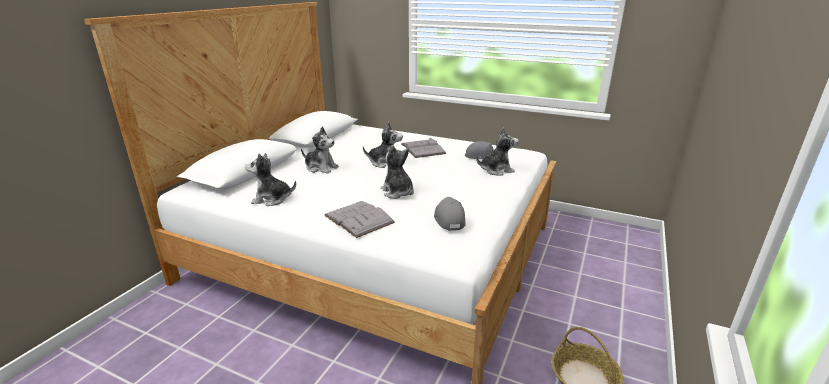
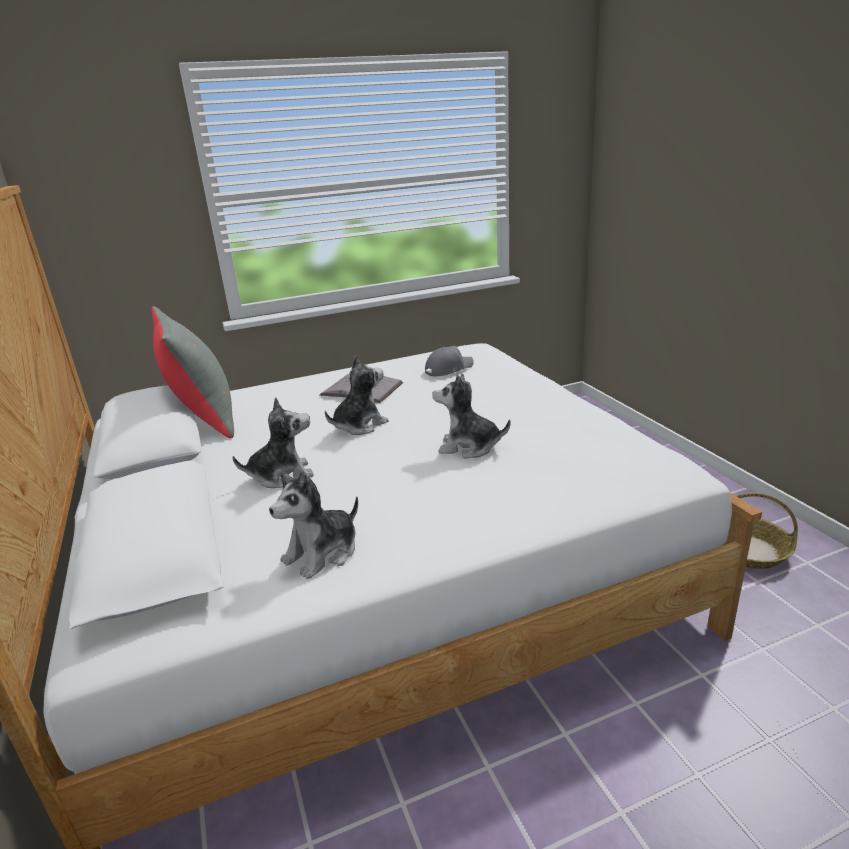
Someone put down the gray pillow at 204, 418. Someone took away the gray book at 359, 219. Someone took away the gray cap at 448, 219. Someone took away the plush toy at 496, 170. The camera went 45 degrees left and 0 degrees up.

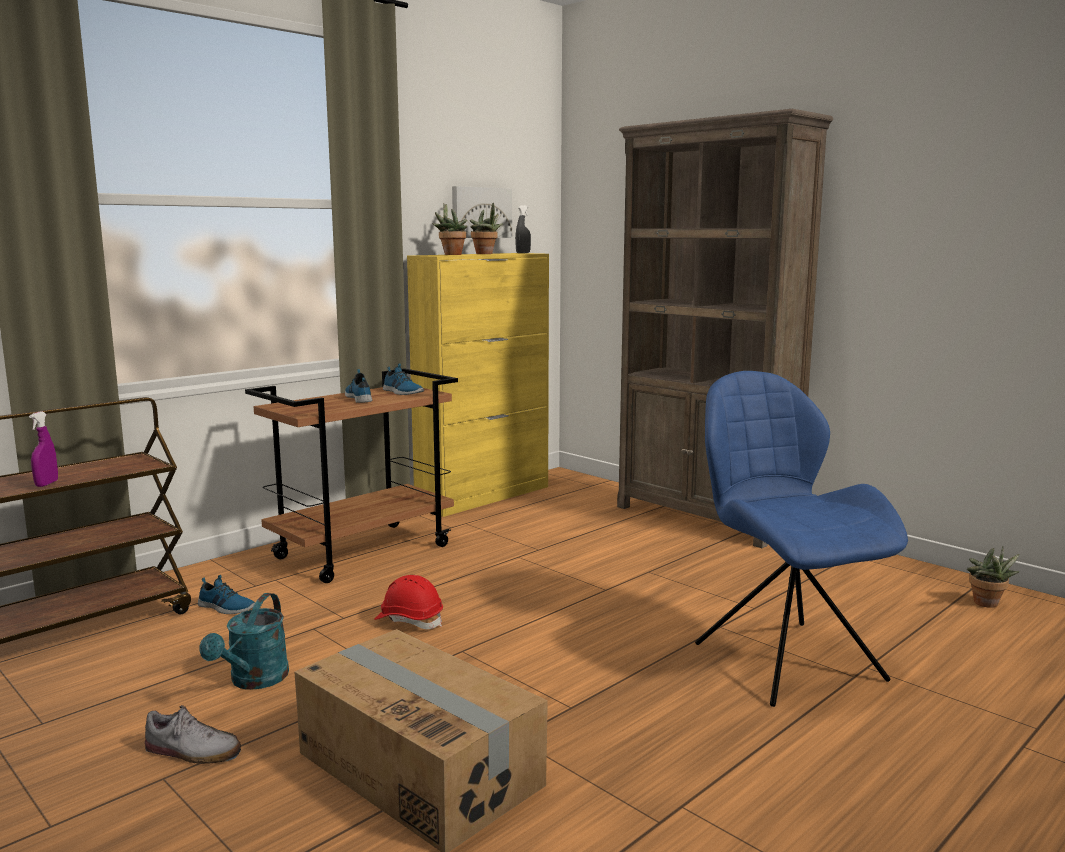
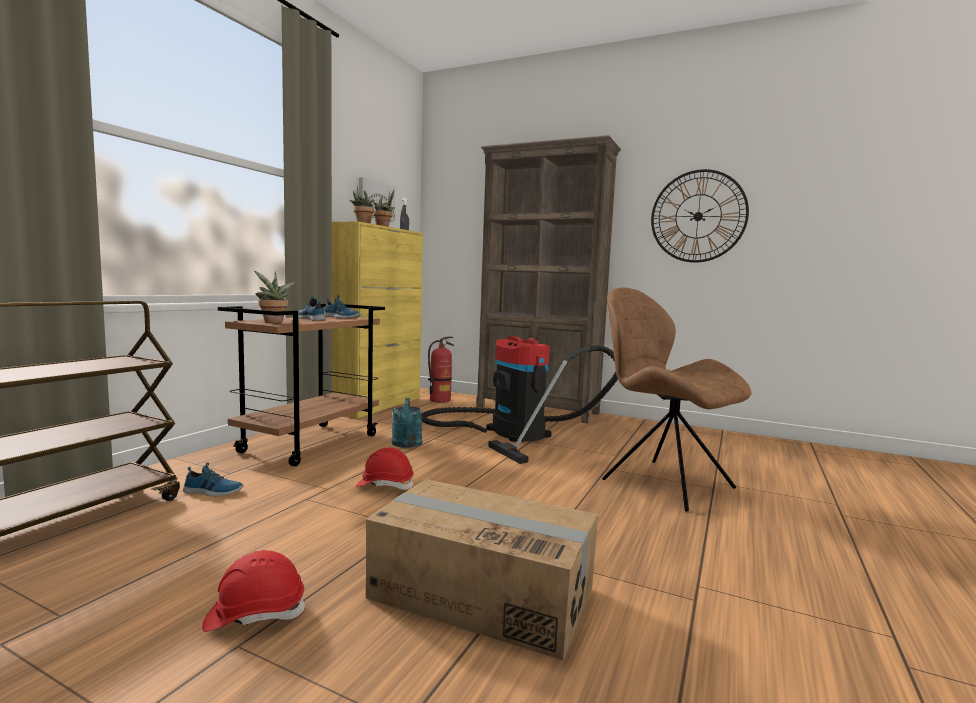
Someone swapped the item of footwear at 192, 751 for the red hard hat at 255, 614. Someone carried the potted plant from 987, 604 to 273, 322. Someone carried the turquoise-coloured watering can from 254, 681 to 407, 444. Someone put down the vacuum cleaner at 512, 431. Someone put down the fire-fighting cylinder at 440, 400. Someone repainted the blue chair at 784, 658, which became the brown chair at 663, 482. Someone put up the wall clock at 698, 216. Someone took away the purple-coloured hand sprayer at 46, 484. The camera went 20 degrees left and 5 degrees down.

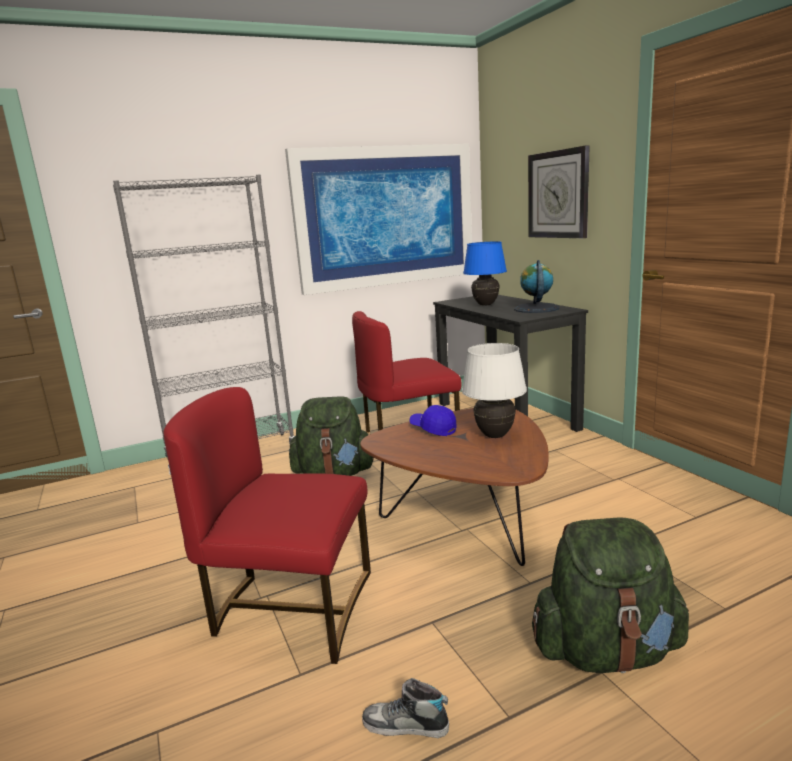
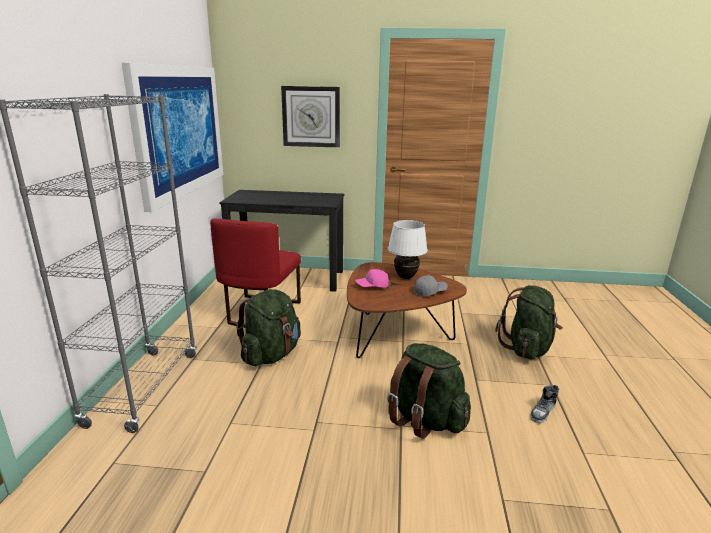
Someone repainted the blue cap at 433, 429, which became the pink cap at 372, 286. Someone swapped the red chair at 291, 609 for the green-coloured rucksack at 425, 419. Someone put down the gray cap at 430, 292. Someone took away the blue lamp for a table at 486, 305. Someone took away the desk globe at 536, 308. The camera went 60 degrees left and 5 degrees up.

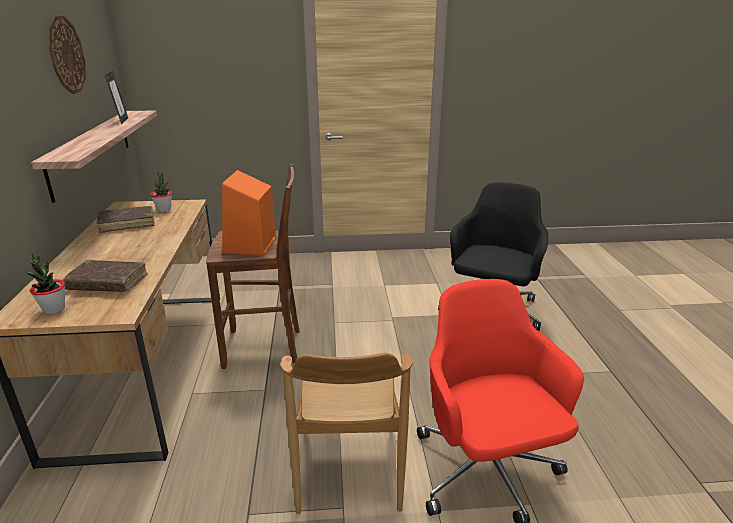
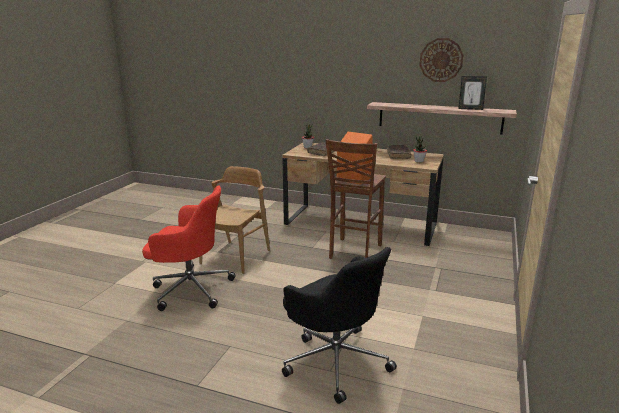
Someone rotated the brown chair at 348, 467 by 90 degrees clockwise. The camera went 115 degrees right and 5 degrees down.

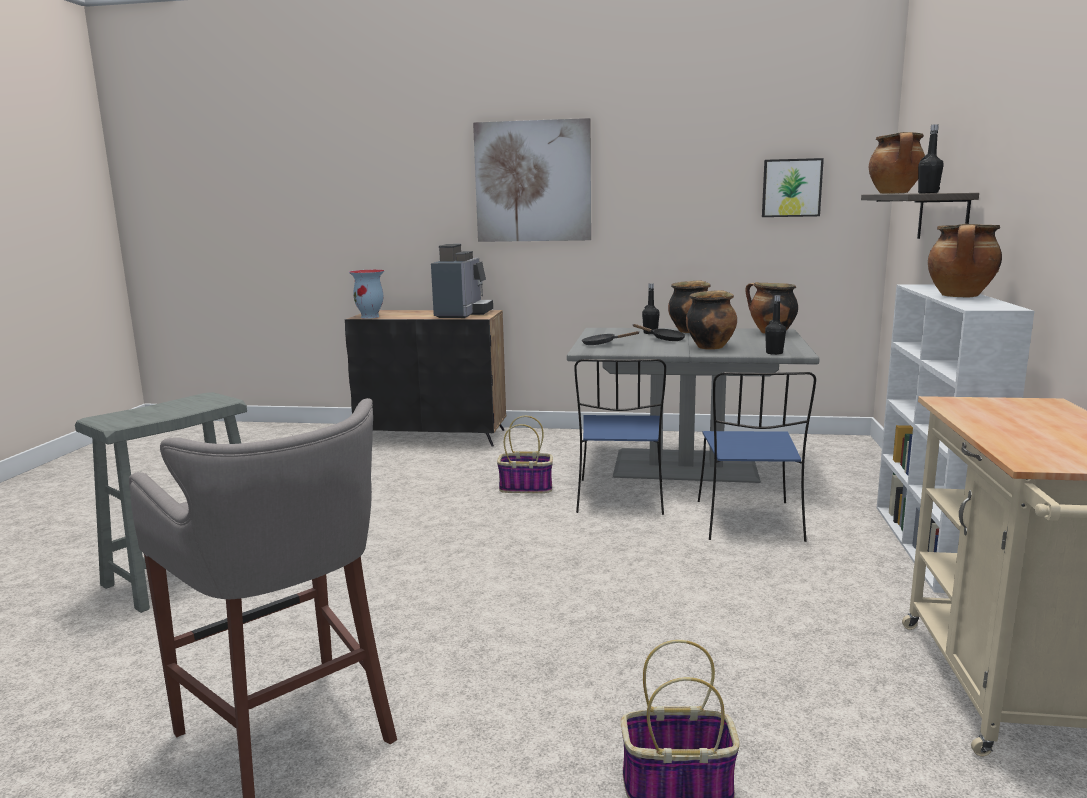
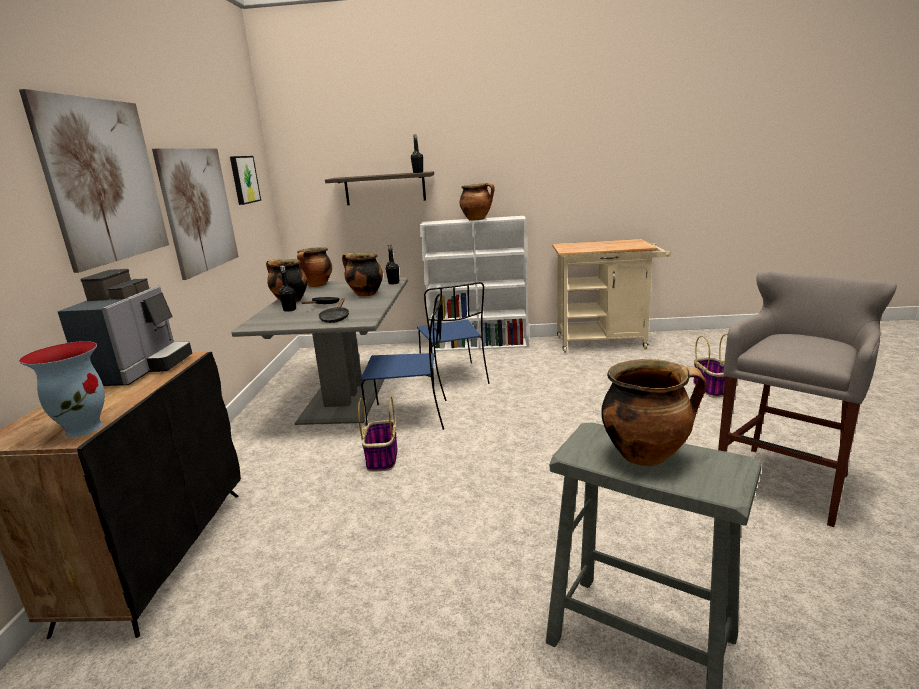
Someone rotated the coffee brewer at 463, 314 by 90 degrees clockwise. Someone put up the wall art at 199, 210. Someone rotated the blue chair at 749, 522 by 75 degrees clockwise. Someone carried the saucepot from 895, 193 to 646, 455. The camera went 95 degrees left and 5 degrees up.

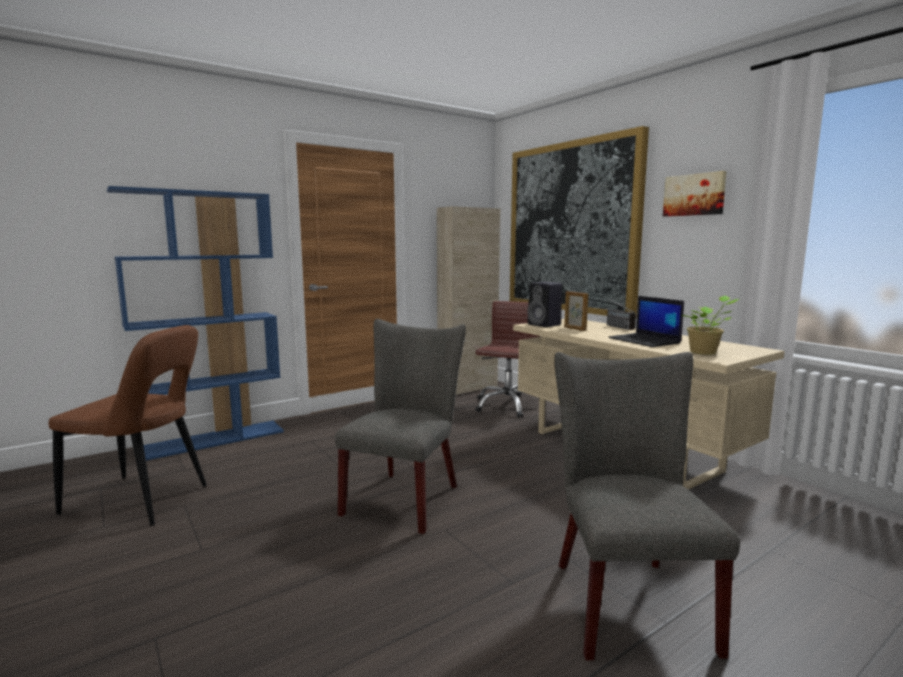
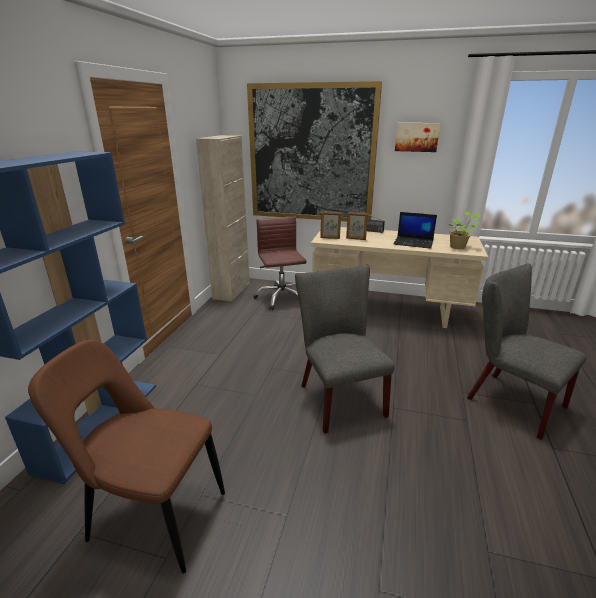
Someone rotated the brown chair at 142, 500 by 135 degrees counterclockwise. Someone swapped the blackish audio speaker at 545, 325 for the picture frame at 330, 238. The camera went 40 degrees left and 15 degrees up.

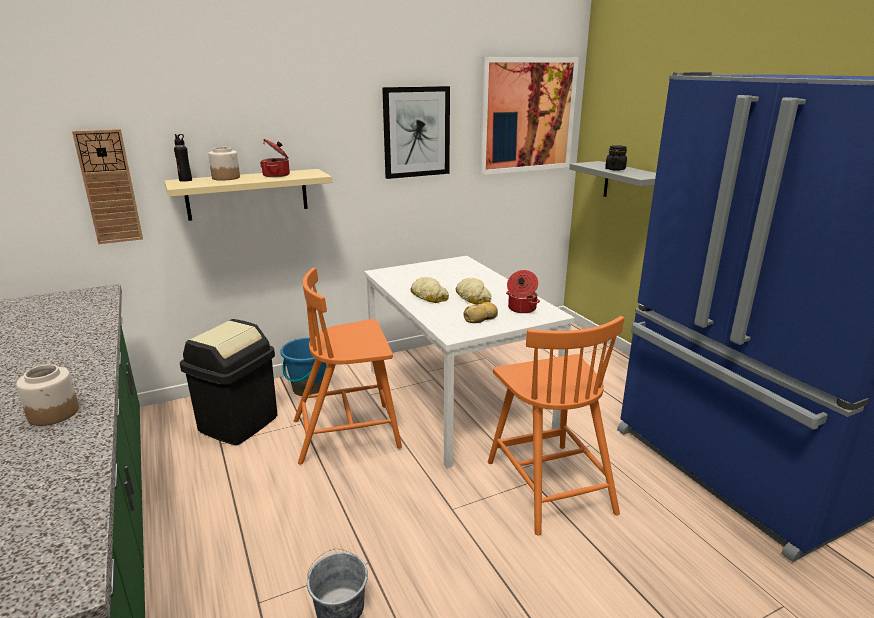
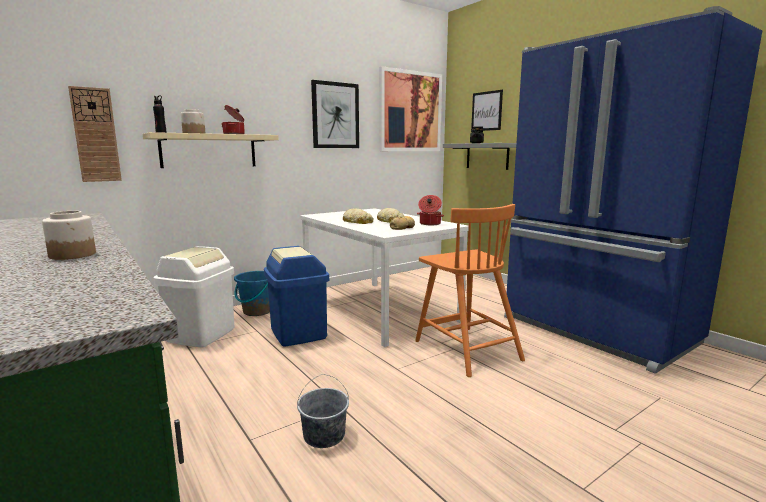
Someone repainted the blackish waste bin at 238, 423, which became the whitish waste bin at 201, 334. Someone swapped the orangey chair at 348, 433 for the blue waste bin at 297, 333. Someone put up the wall art at 486, 111. The camera went 10 degrees left and 10 degrees down.

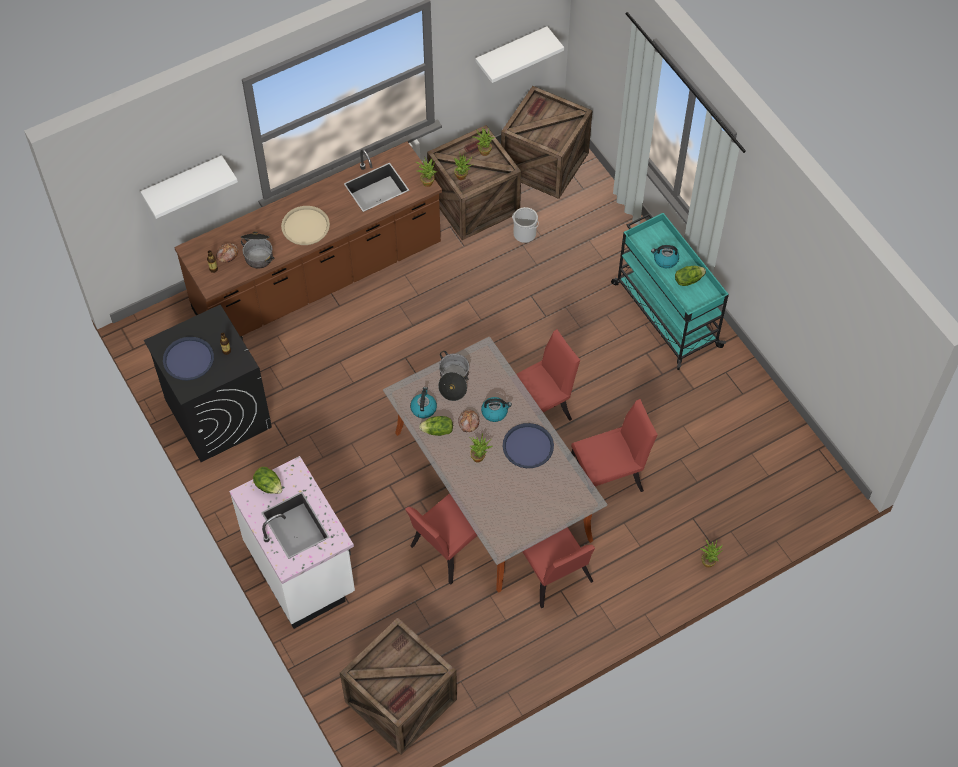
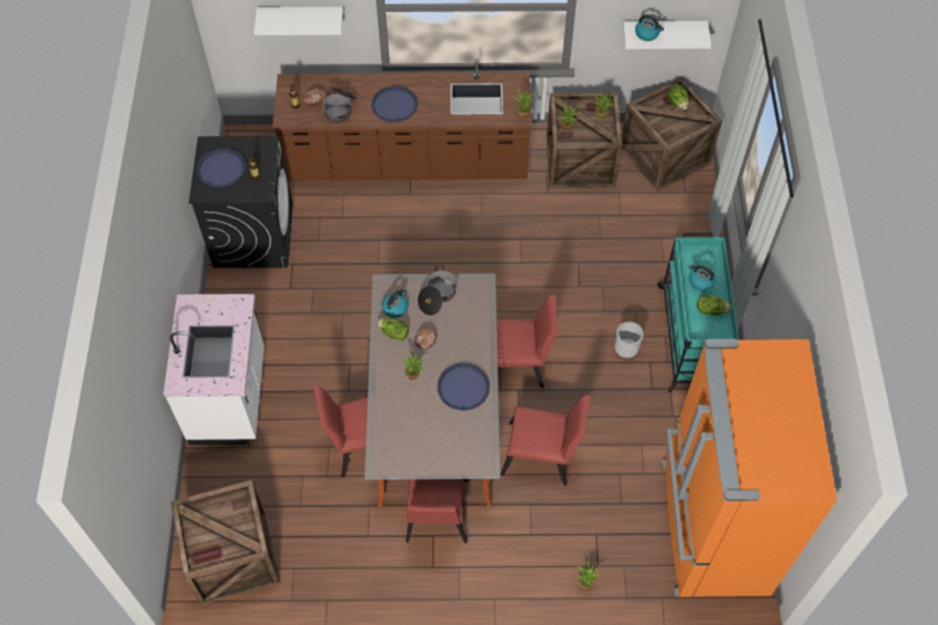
Someone repainted the beige carrying tray at 305, 226, which became the blue carrying tray at 394, 104. Someone carried the pail from 524, 234 to 626, 347. Someone carried the tea kettle from 495, 412 to 647, 34. Someone put down the orangey kitchen fridge at 710, 528. Someone carried the head of lettuce from 269, 486 to 677, 103. The camera went 30 degrees right and 0 degrees up.

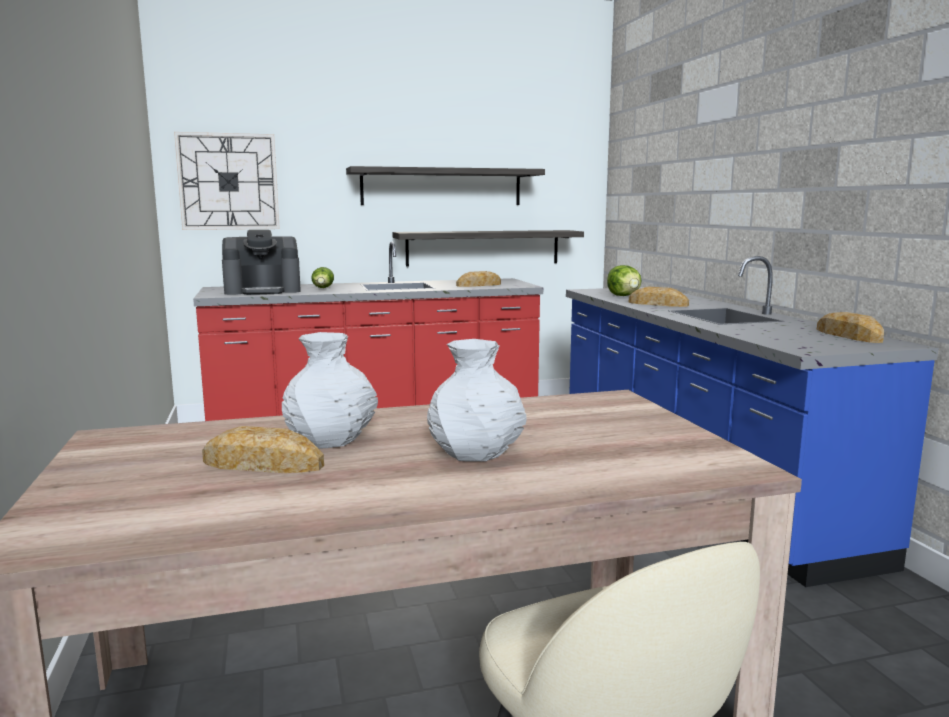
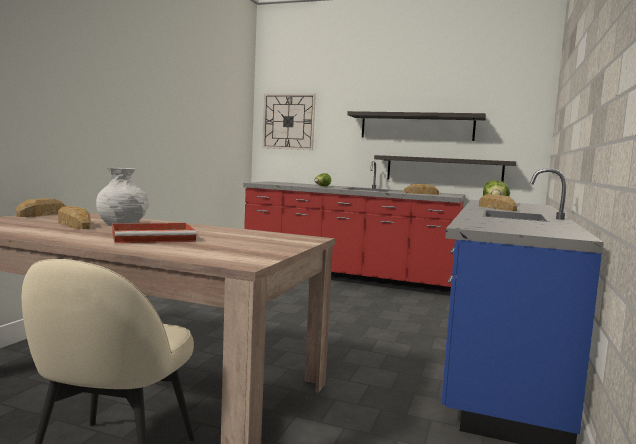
Someone carried the bread from 848, 335 to 42, 214. Someone swapped the whitish decorative vase at 476, 453 for the red carrying tray at 155, 237. Someone took away the coffee brewer at 263, 291. The camera went 35 degrees right and 5 degrees down.

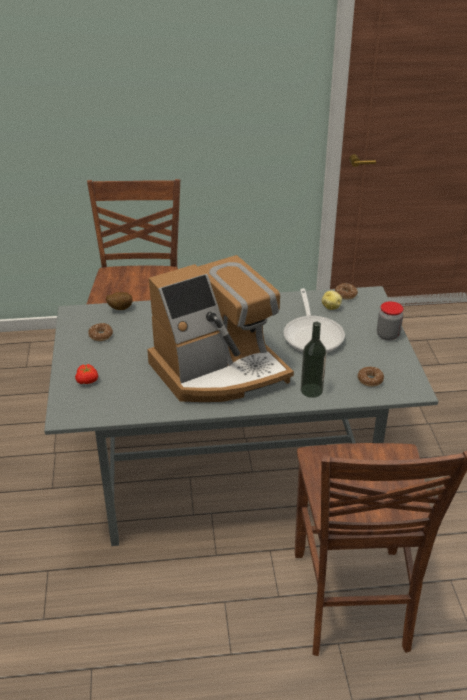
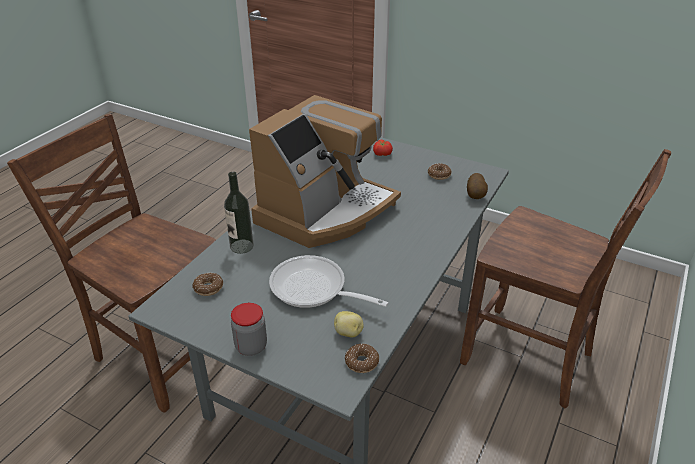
Someone rotated the coffee brewer at 219, 370 by 150 degrees counterclockwise. The camera went 125 degrees right and 0 degrees up.

